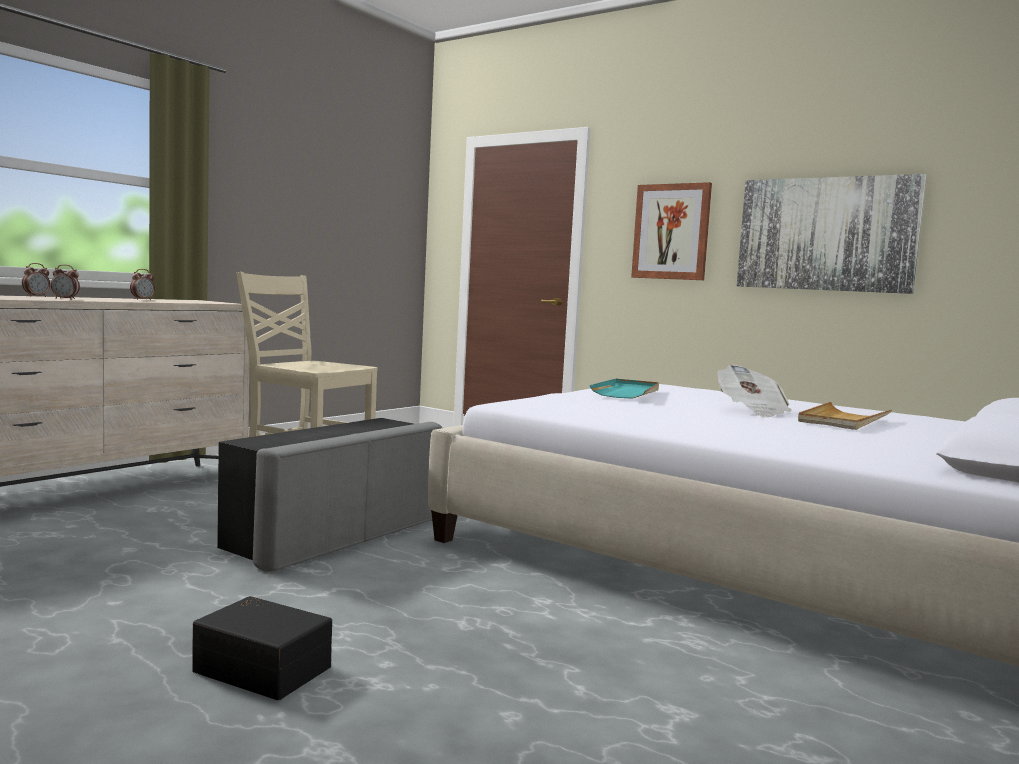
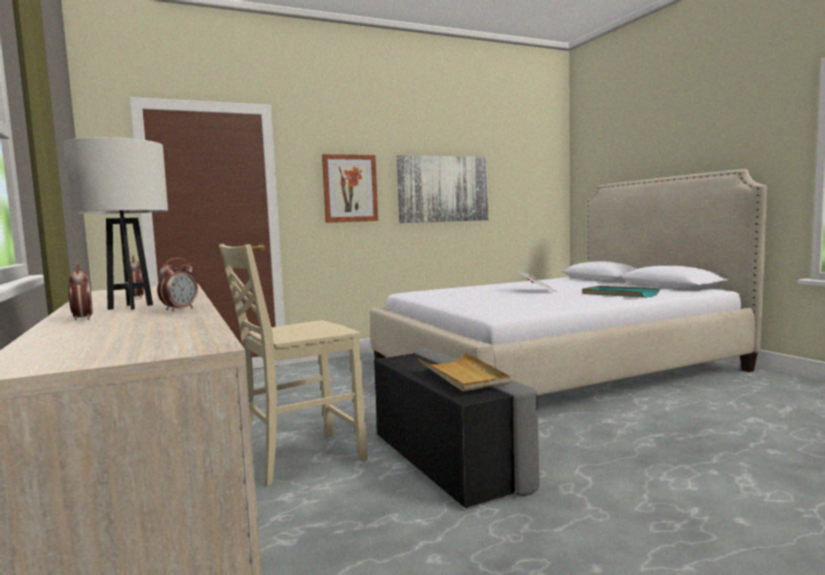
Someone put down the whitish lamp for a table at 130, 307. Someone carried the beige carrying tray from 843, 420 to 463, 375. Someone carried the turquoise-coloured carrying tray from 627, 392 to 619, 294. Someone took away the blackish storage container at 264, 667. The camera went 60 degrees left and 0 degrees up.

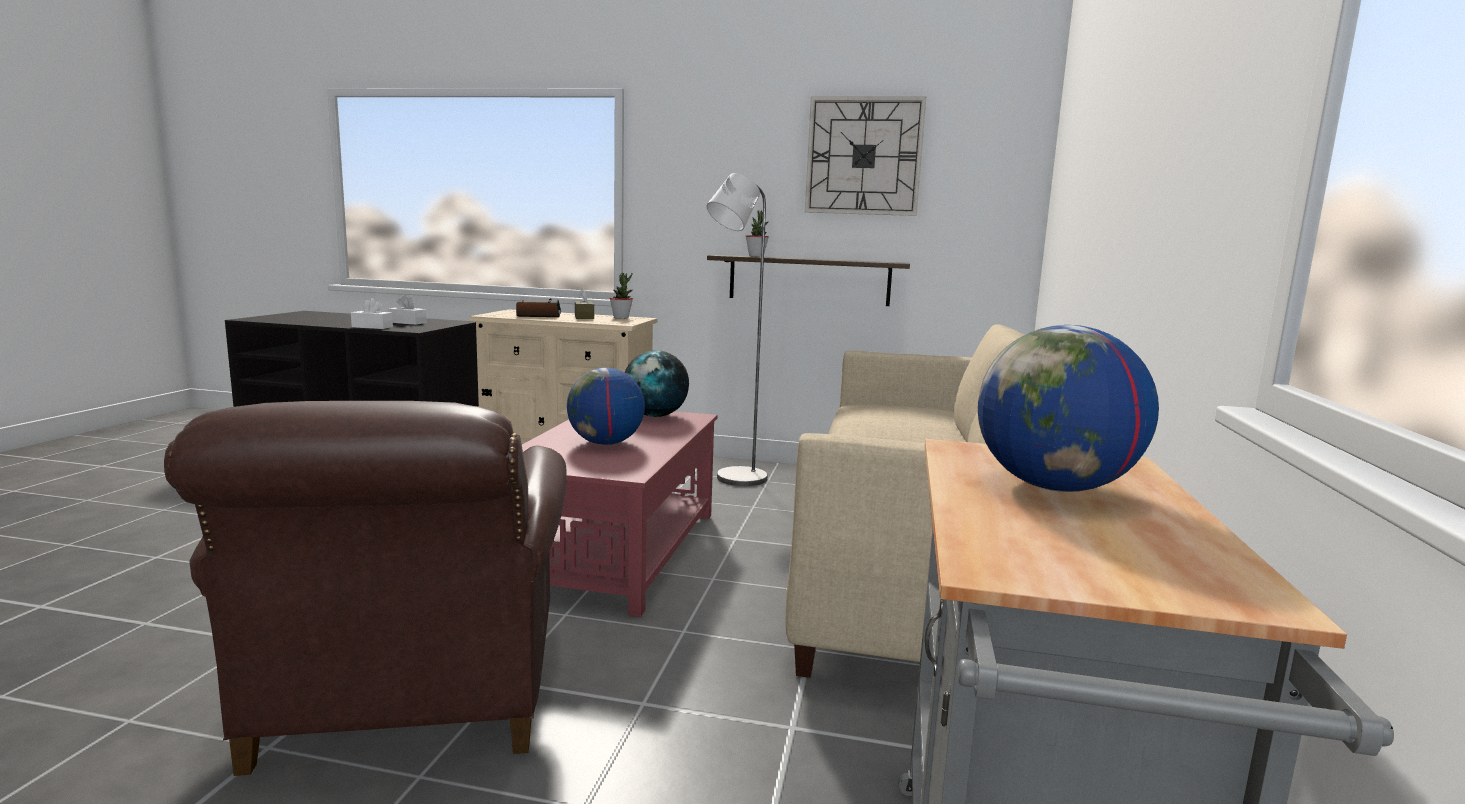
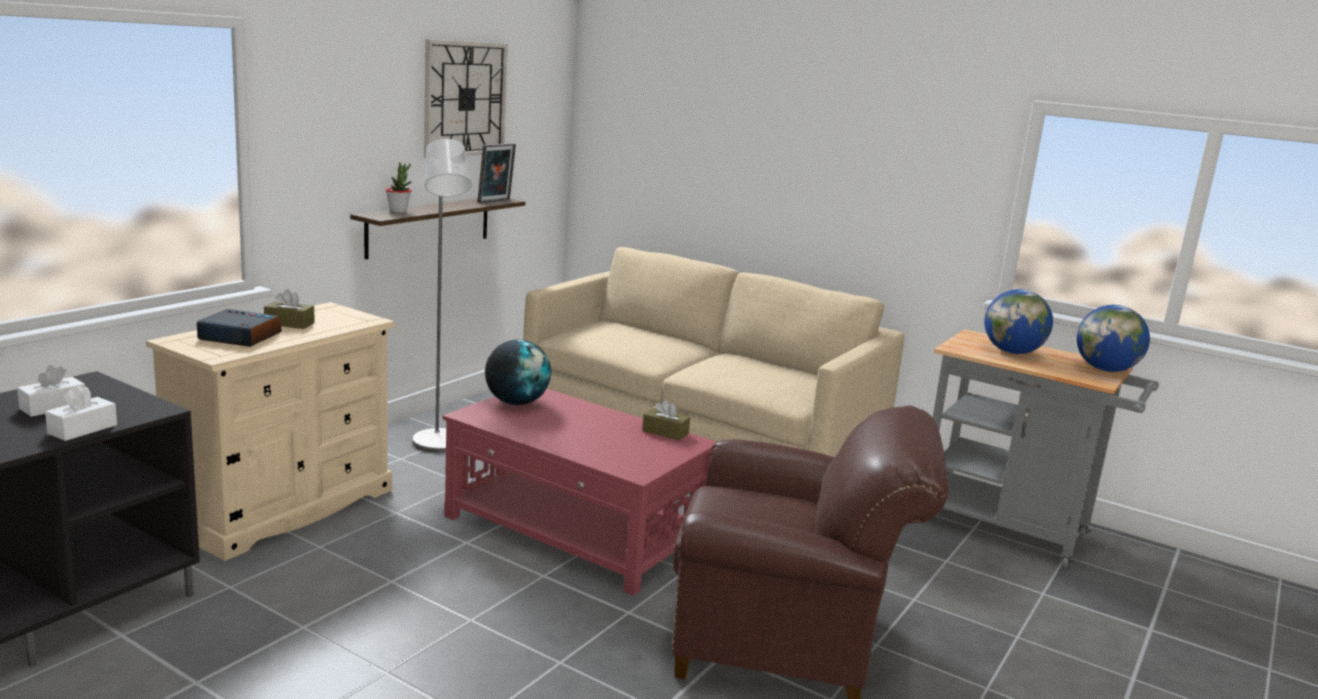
Someone put down the picture frame at 495, 201. Someone put down the brown box of tissues at 665, 432. Someone carried the desk globe from 605, 443 to 1106, 370. Someone took away the potted plant at 621, 318. The camera went 70 degrees left and 5 degrees up.

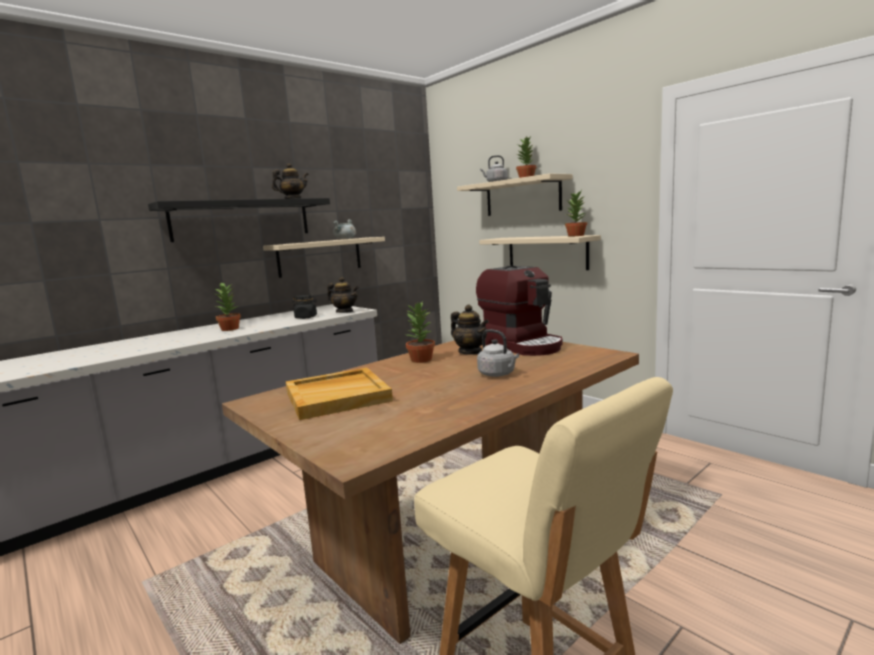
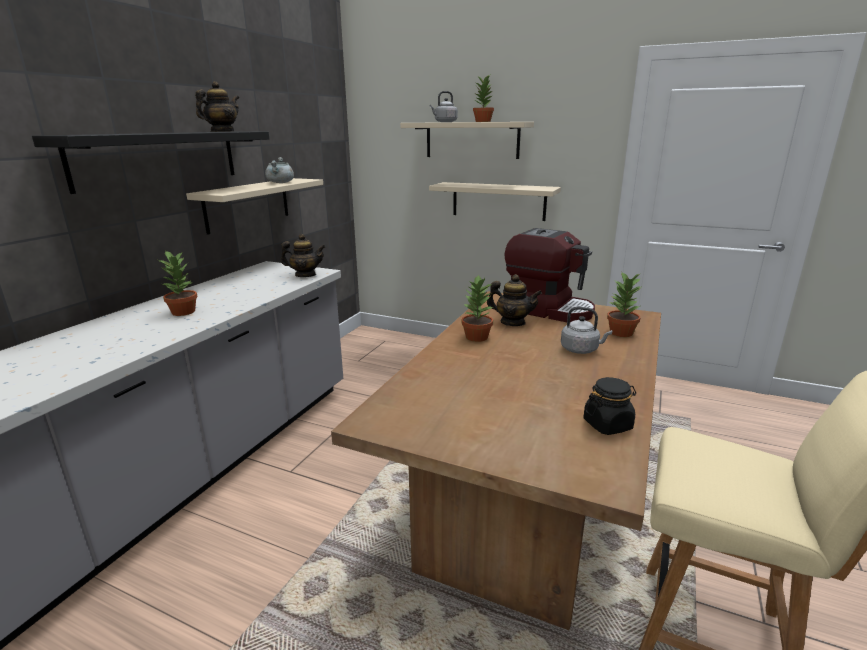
Someone carried the blackish preserve jar from 306, 317 to 607, 424. Someone carried the potted plant from 576, 236 to 621, 333. Someone took away the beige carrying tray at 338, 396. The camera went 25 degrees left and 10 degrees up.

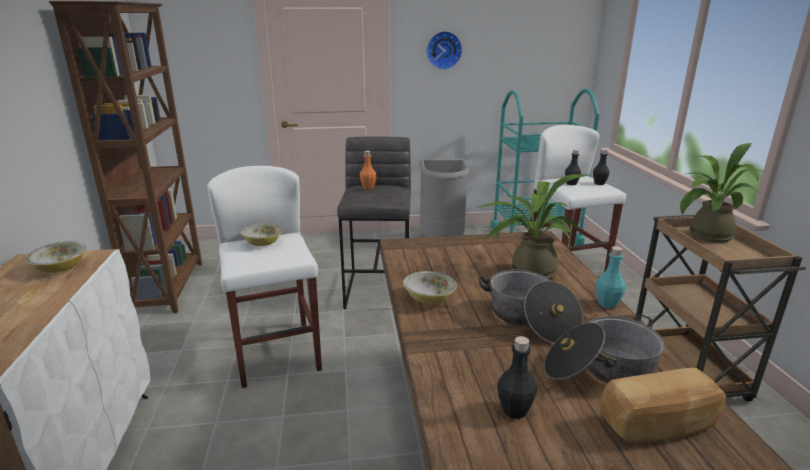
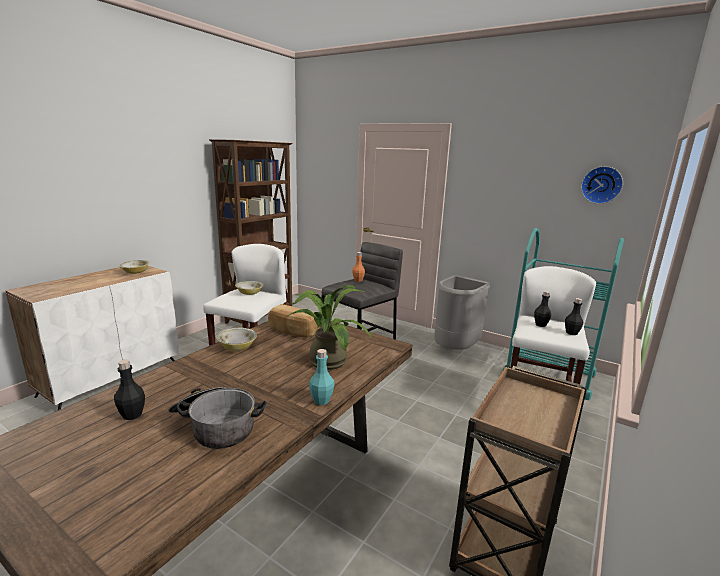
Someone carried the bread from 659, 425 to 293, 331. Someone carried the wall clock from 443, 50 to 601, 185. Someone took away the saucepot at 530, 319. Someone took away the potted plant at 705, 236. The camera went 40 degrees right and 5 degrees down.

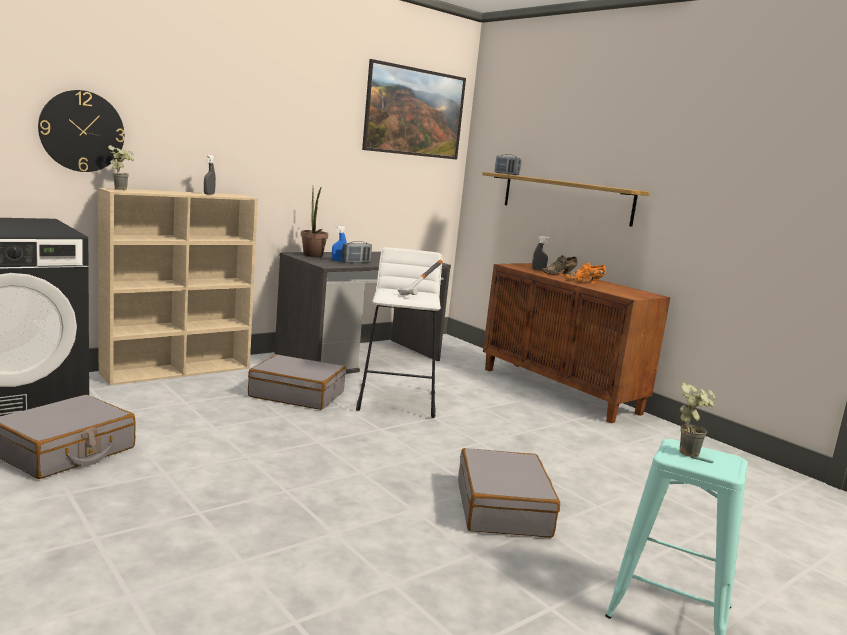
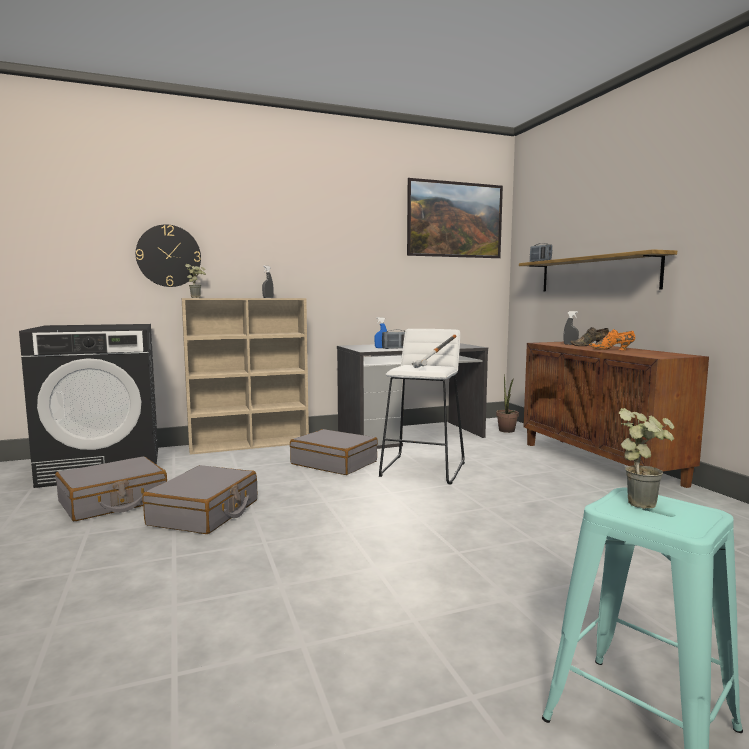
Someone carried the gray suitcase from 503, 508 to 205, 513. Someone carried the potted plant from 313, 256 to 507, 431. The camera went 20 degrees right and 5 degrees down.

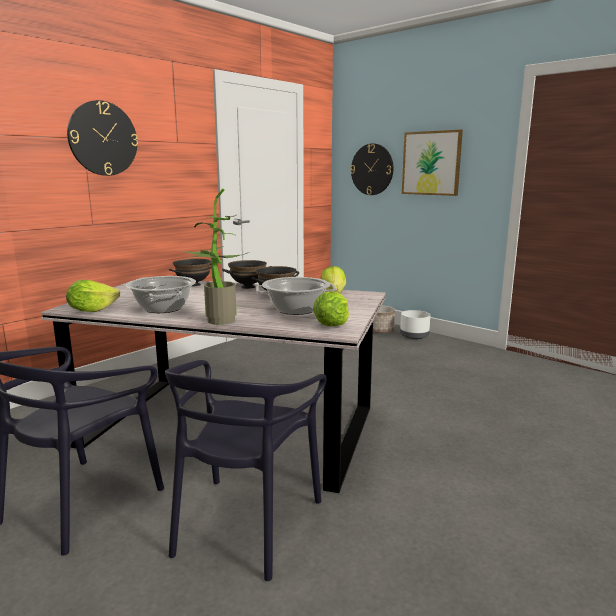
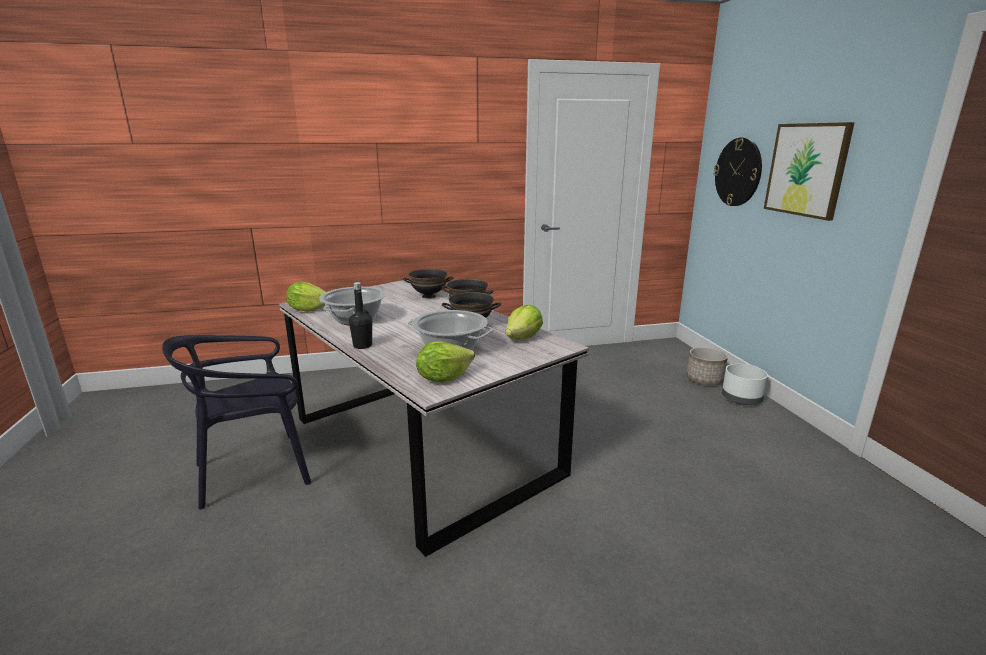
Someone swapped the potted plant at 217, 321 for the blackish bottle at 362, 345. Someone took away the wall clock at 103, 138. Someone took away the blackish chair at 246, 524. The camera went 35 degrees right and 5 degrees up.

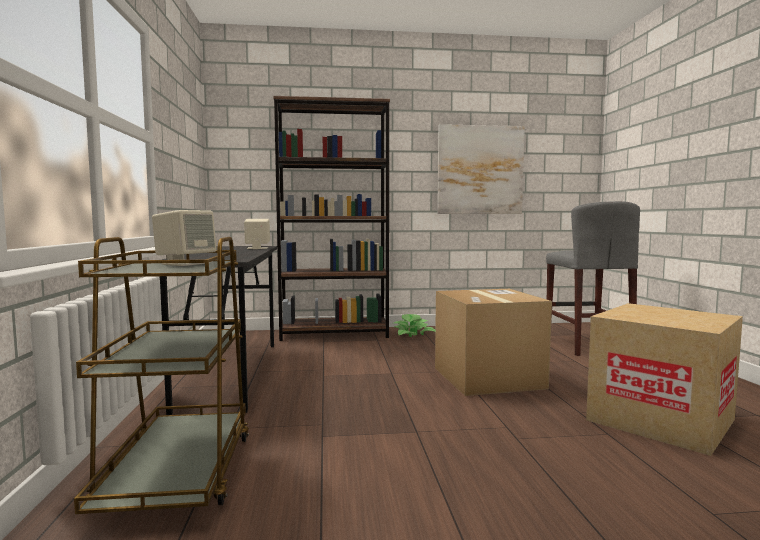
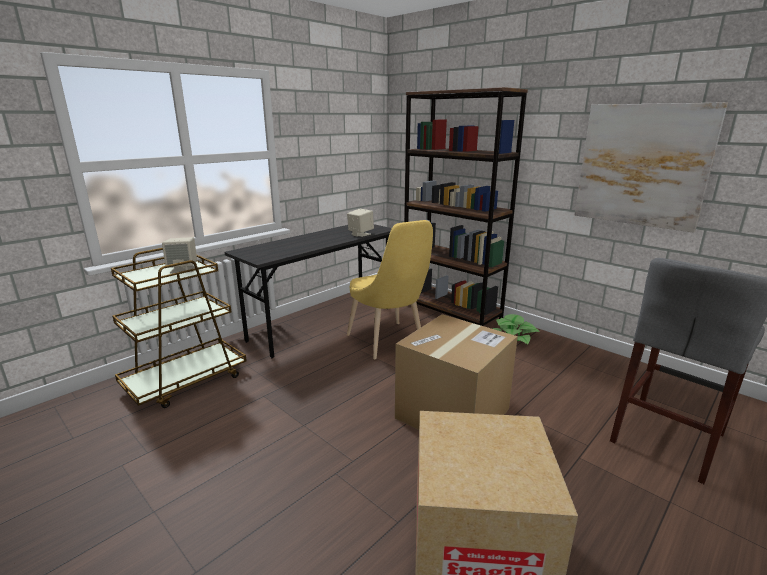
Someone put down the yellowish chair at 388, 343. The camera went 50 degrees right and 15 degrees up.

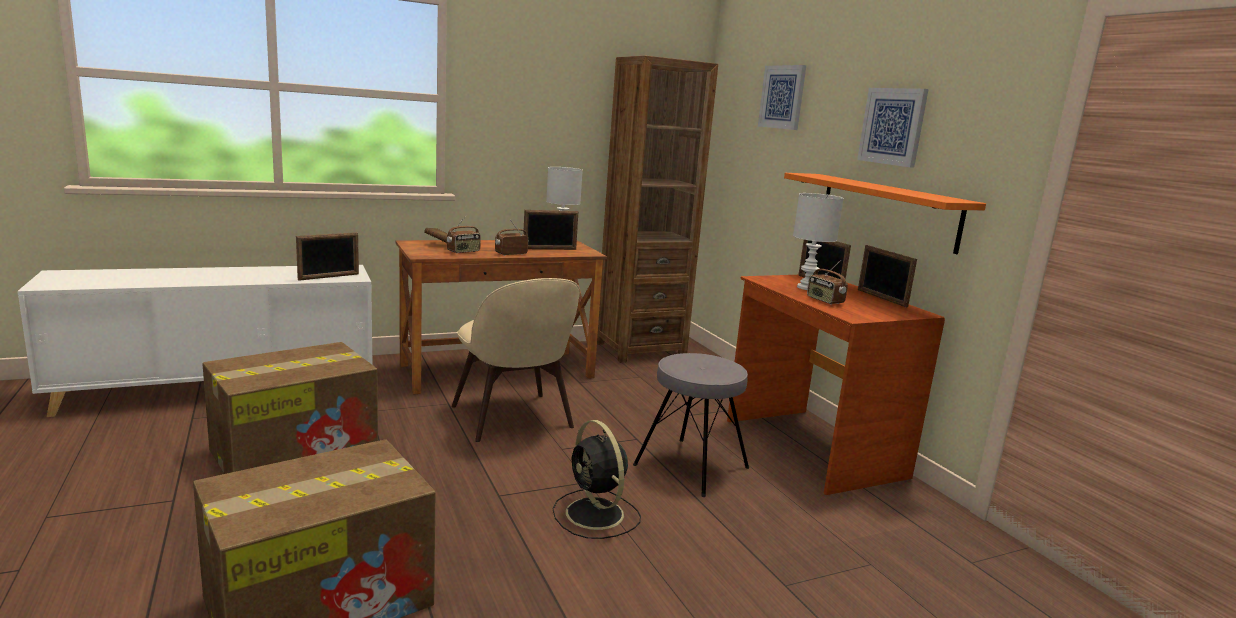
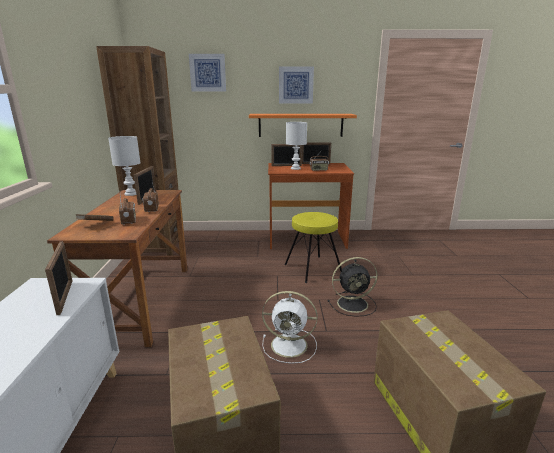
Someone put down the whitish fan at 290, 345. Someone repainted the gray stool at 690, 466, which became the yellowish stool at 312, 269. Someone took away the beige chair at 513, 419. The camera went 65 degrees left and 5 degrees up.

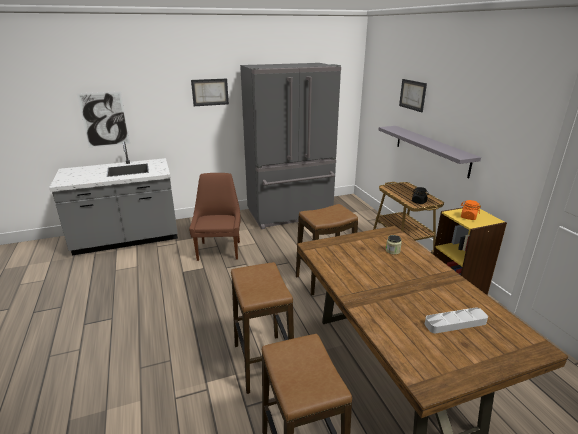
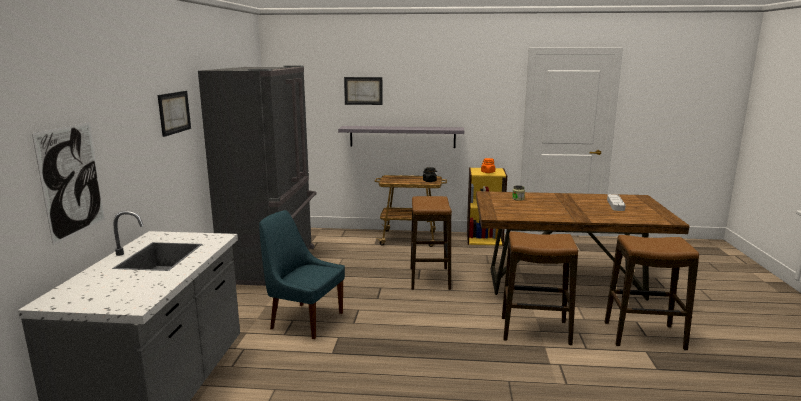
Someone repainted the brown chair at 219, 250, which became the blue chair at 304, 320. The camera went 65 degrees left and 10 degrees down.

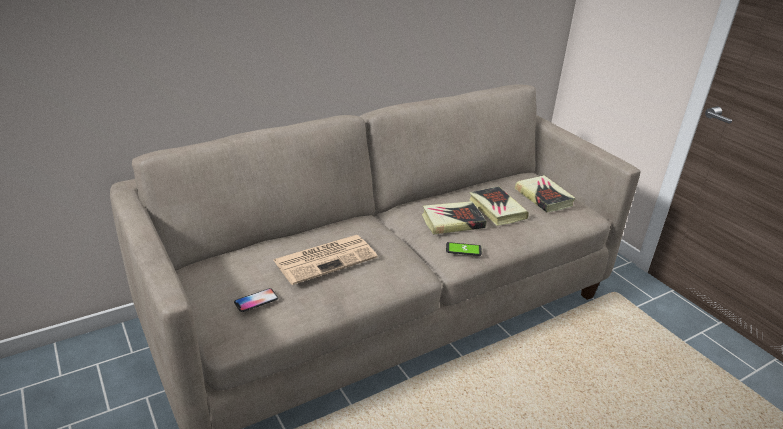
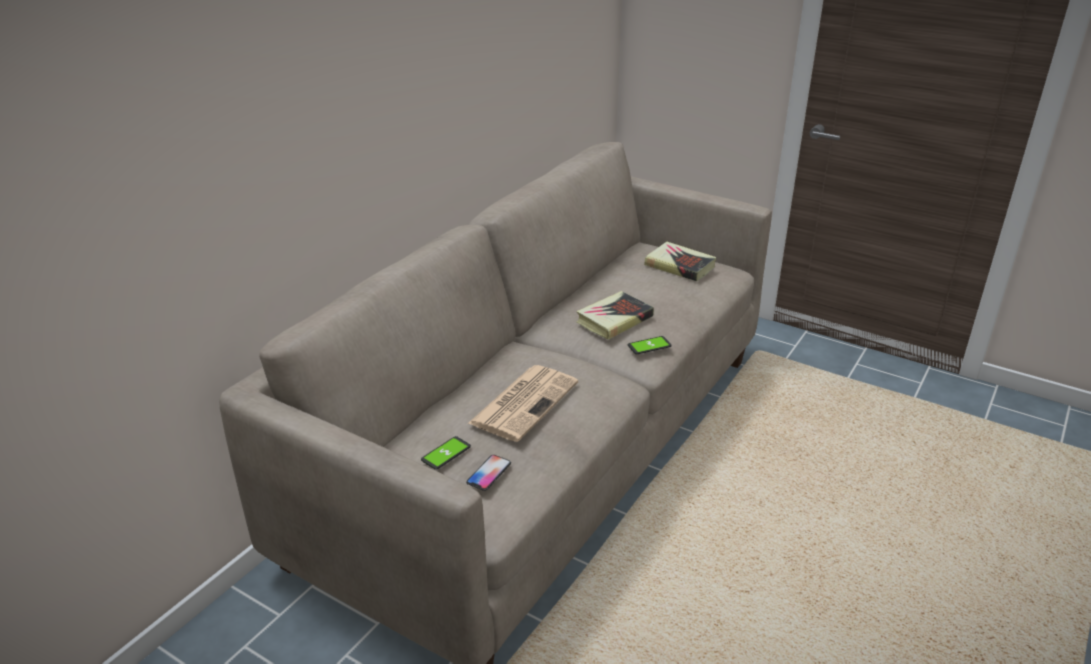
Someone put down the phone at 446, 453. Someone took away the book at 497, 209. The camera went 25 degrees left and 0 degrees up.

